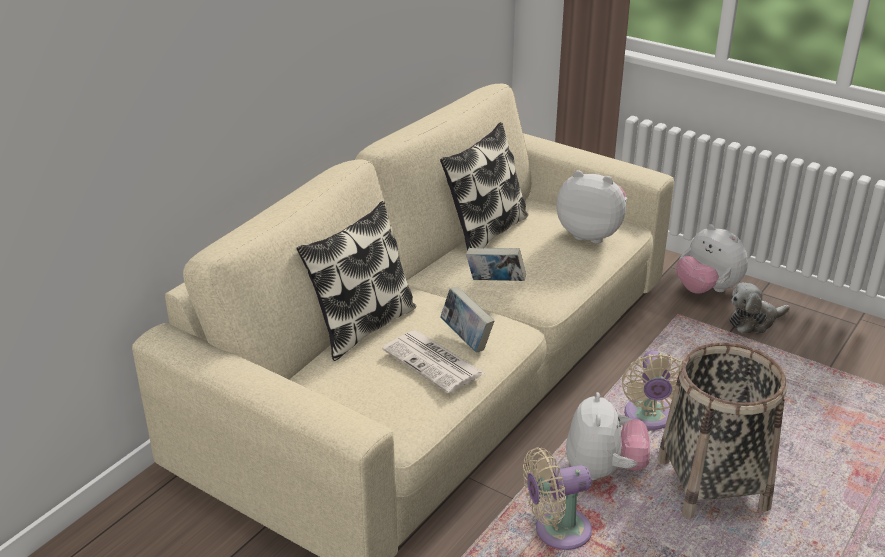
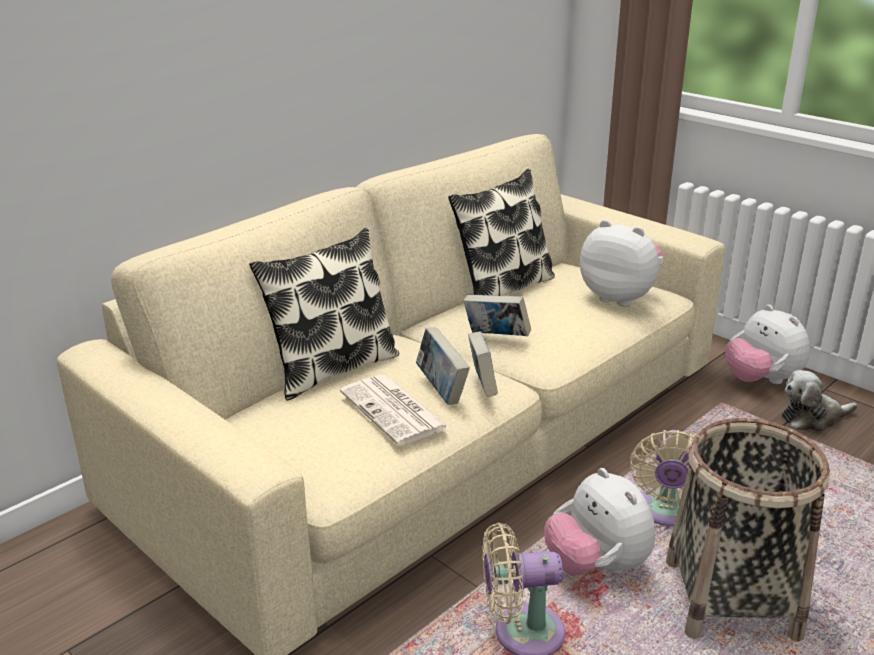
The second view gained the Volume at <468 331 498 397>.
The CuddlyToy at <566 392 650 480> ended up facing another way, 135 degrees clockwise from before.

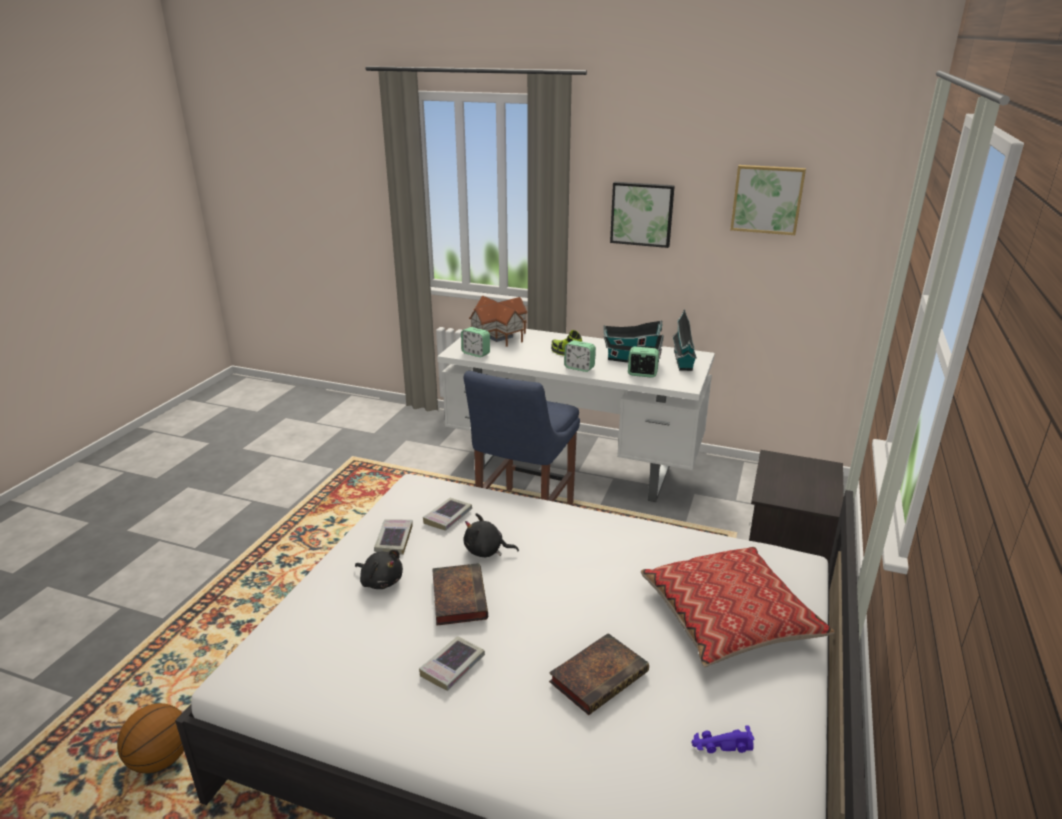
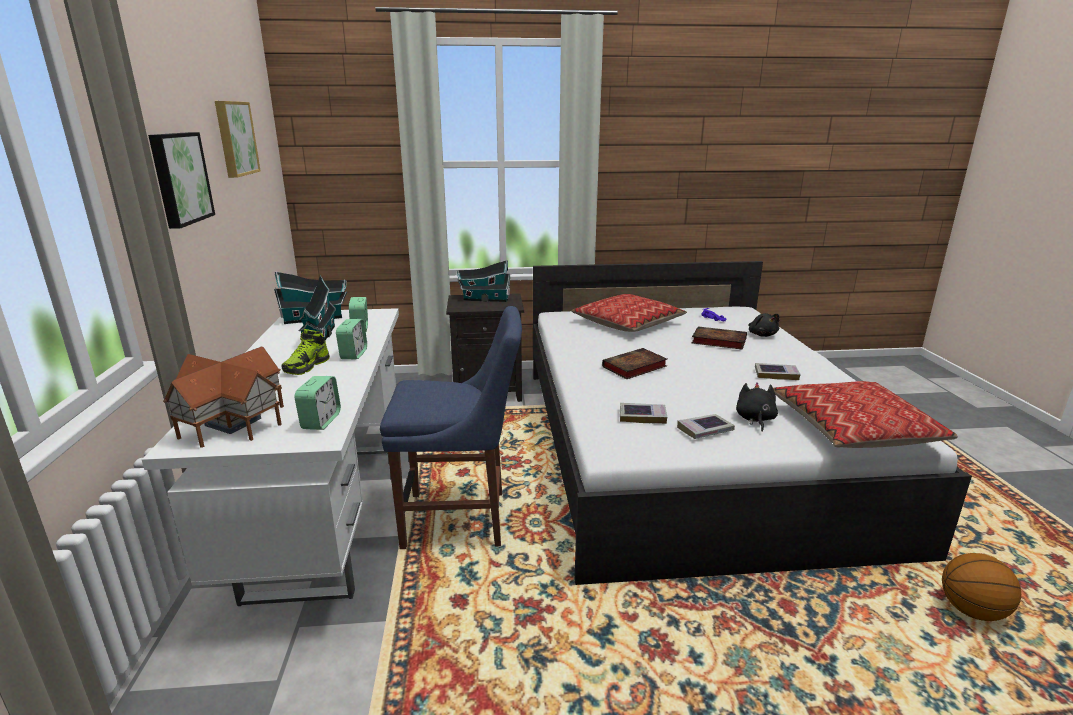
The second view gained the ToyHouse at <457 260 510 302>.
The Volume ended up elsewhere, having gone from <432 563 488 626> to <602 348 667 379>.
The BlackishCuddlyToy ended up elsewhere, having gone from <464 513 519 557> to <748 313 780 337>.
The second view gained the Pillow at <773 381 958 448>.

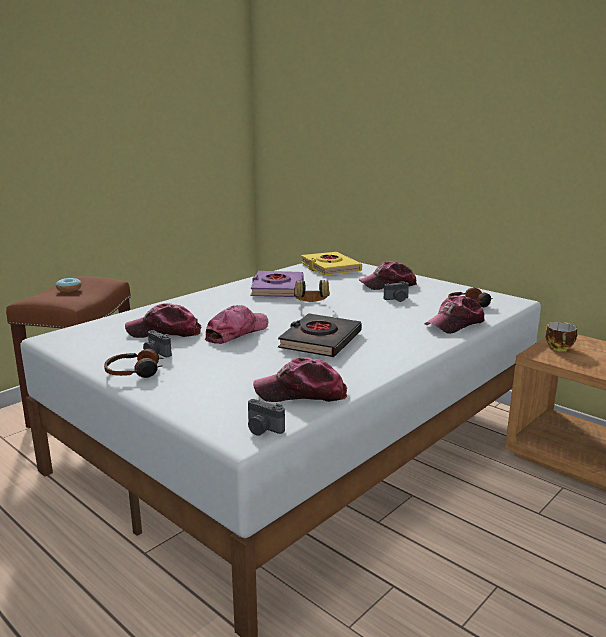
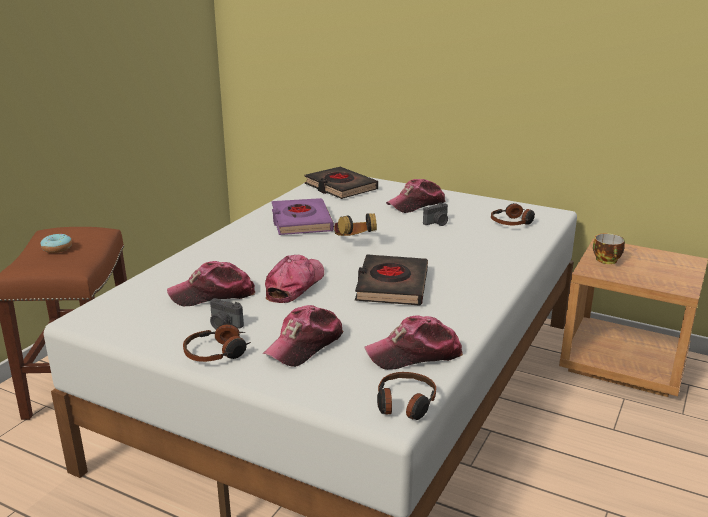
The Cap ended up elsewhere, having gone from <425 296 484 334> to <263 305 343 367>.
What was the YellowishVolume at <301 252 362 275> turned into the BlackishVolume at <304 167 378 199>.
Where the StillCamera stood at <248 399 285 436>, the Headset came to stand at <377 372 436 420>.

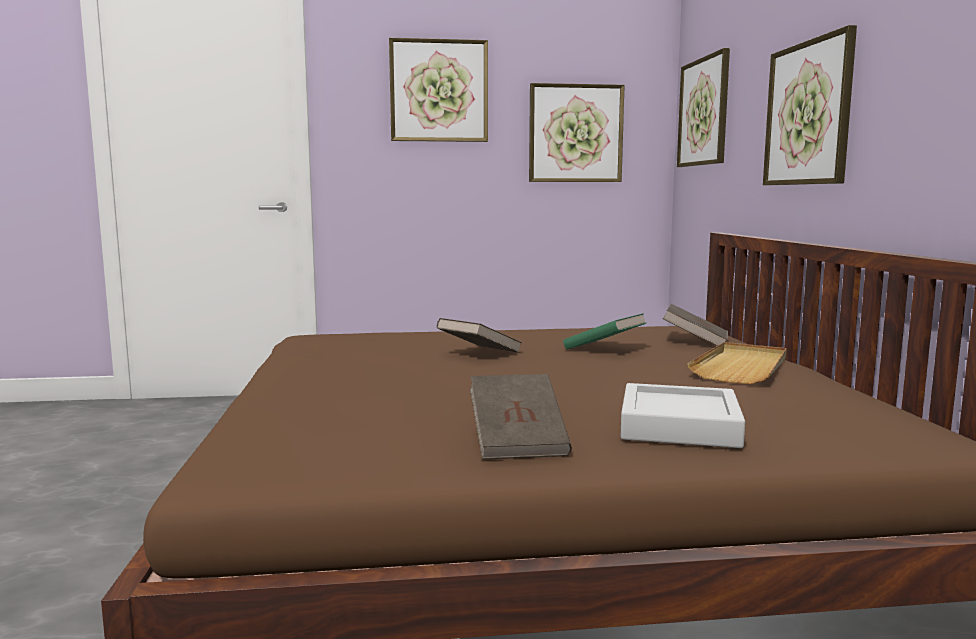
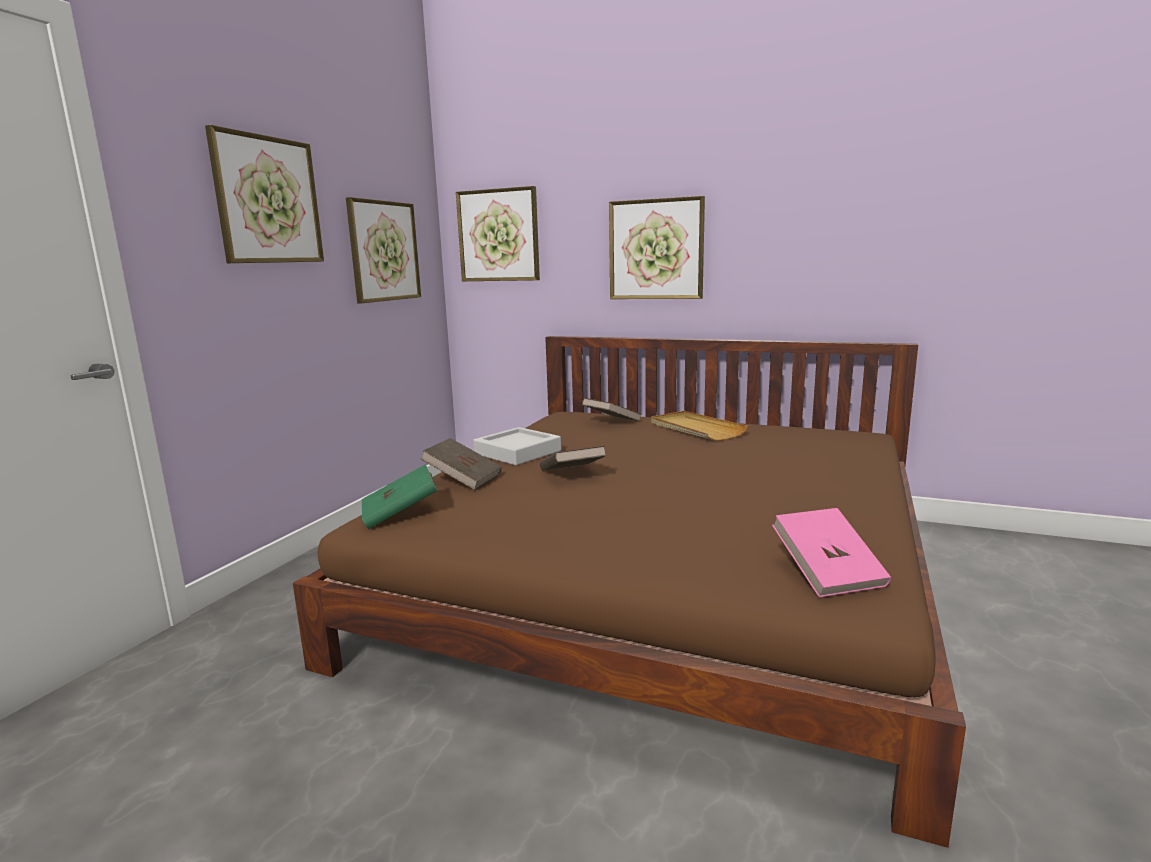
The GreenishVolume ended up elsewhere, having gone from <563 313 646 349> to <362 464 437 529>.
The BrownVolume ended up elsewhere, having gone from <470 374 572 460> to <421 438 502 490>.
The GreyCarryingTray ended up elsewhere, having gone from <621 383 745 448> to <473 427 561 465>.
The second view gained the PinkColouredVolume at <772 508 891 598>.

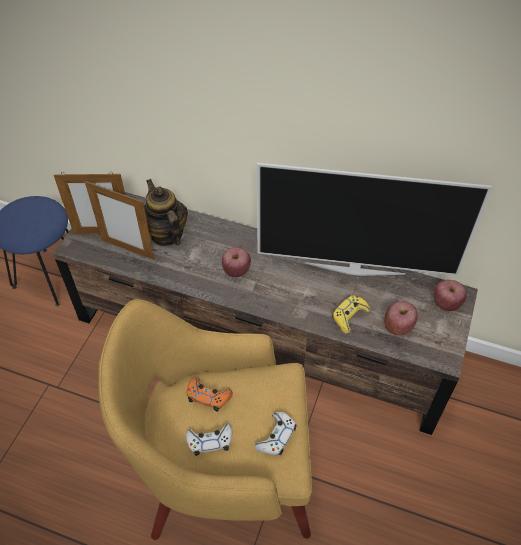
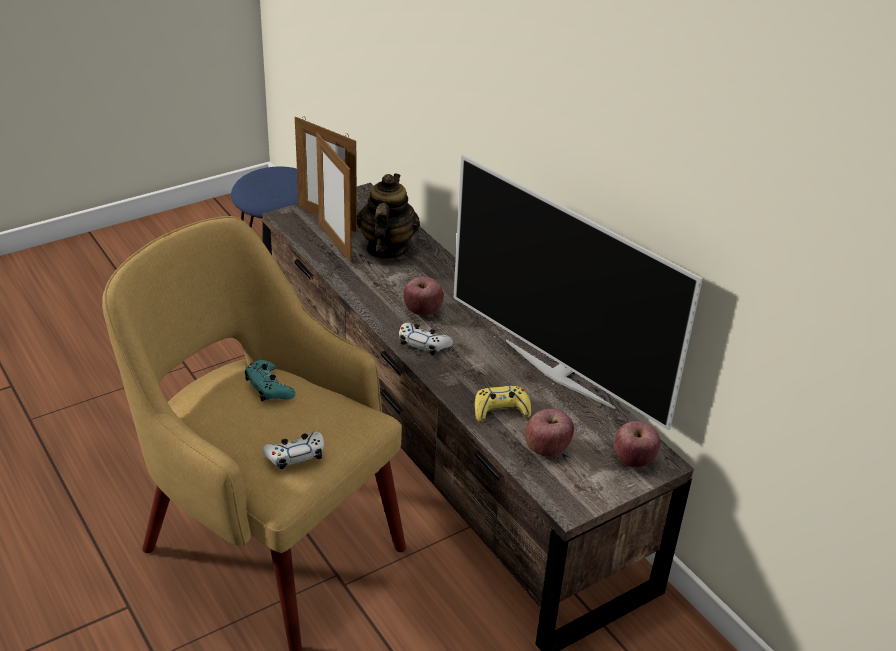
What was the OrangeColouredGamepad at <187 378 233 412> turned into the BlueGreenGamepad at <245 360 295 402>.
The WhitishGamepad ended up elsewhere, having gone from <186 423 232 456> to <399 323 453 355>.

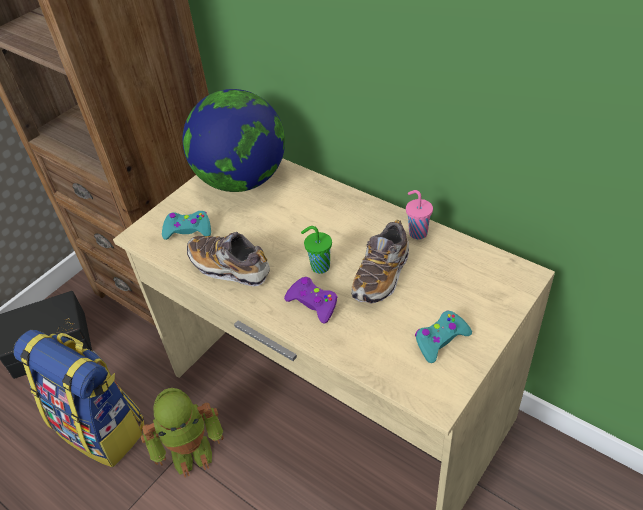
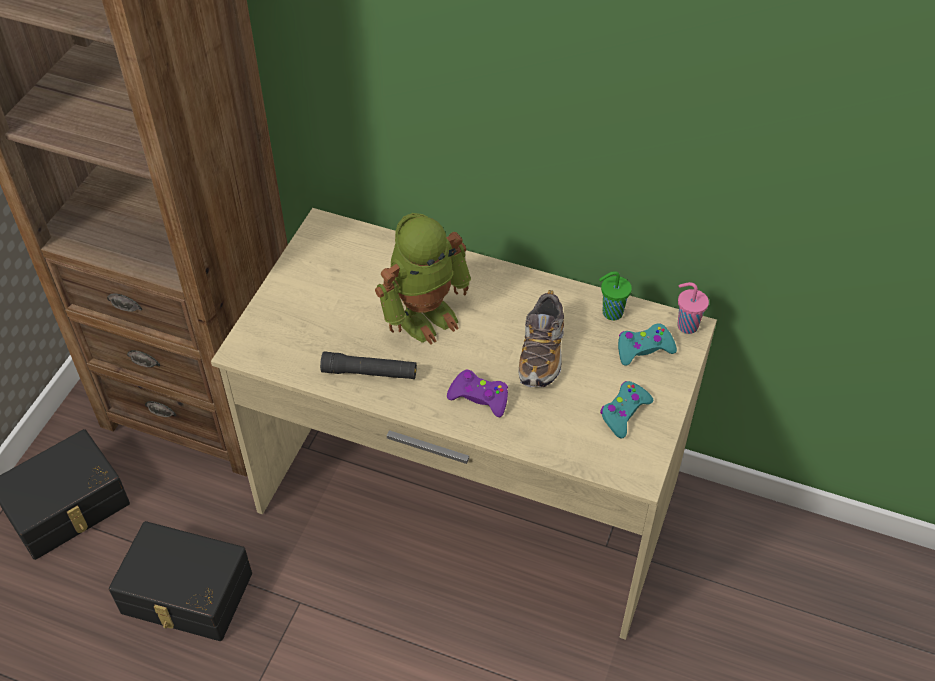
Where the Backpack stood at <13 330 144 467>, the BlackishStorageBox came to stand at <109 521 252 641>.
Where the LowShoe stood at <187 232 270 287>, the BlackishHandTorch came to stand at <320 351 417 379>.
The ToyRobot ended up elsewhere, having gone from <141 388 224 477> to <375 213 471 344>.
The GreenishCup ended up elsewhere, having gone from <301 226 332 274> to <599 271 632 320>.
The BlueGreenGamepad ended up elsewhere, having gone from <162 211 211 240> to <618 323 677 366>.
The PinkColouredCup ended up elsewhere, having gone from <406 190 433 240> to <678 282 709 334>.
The second view lost the DeskGlobe at <182 89 285 192>.

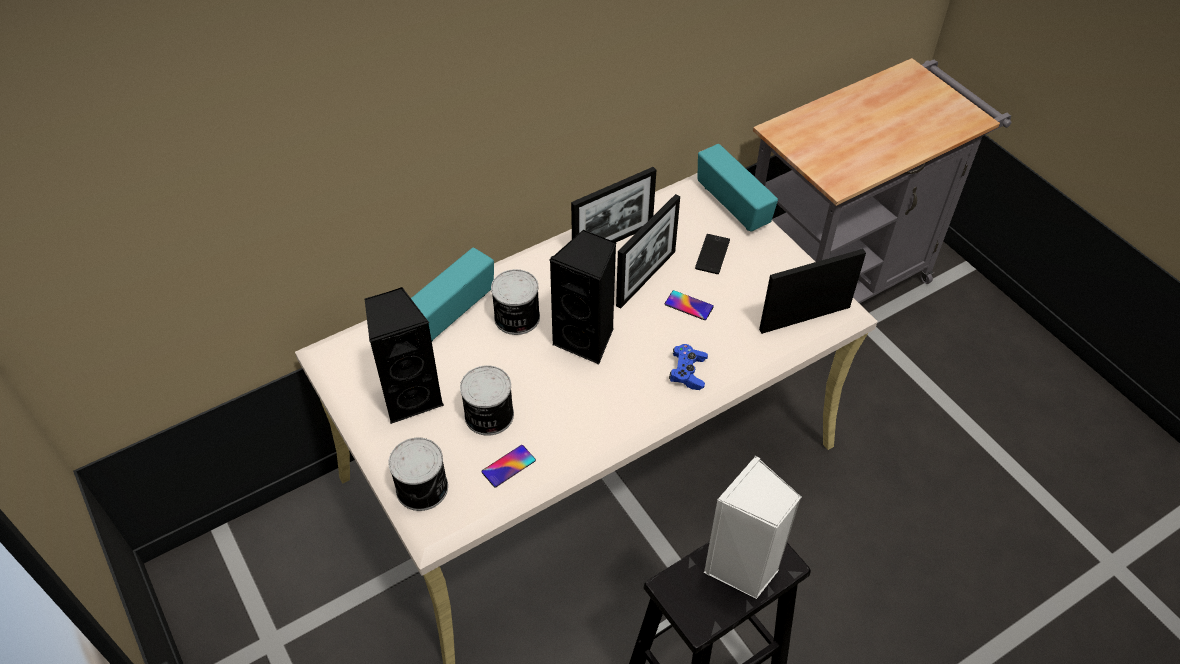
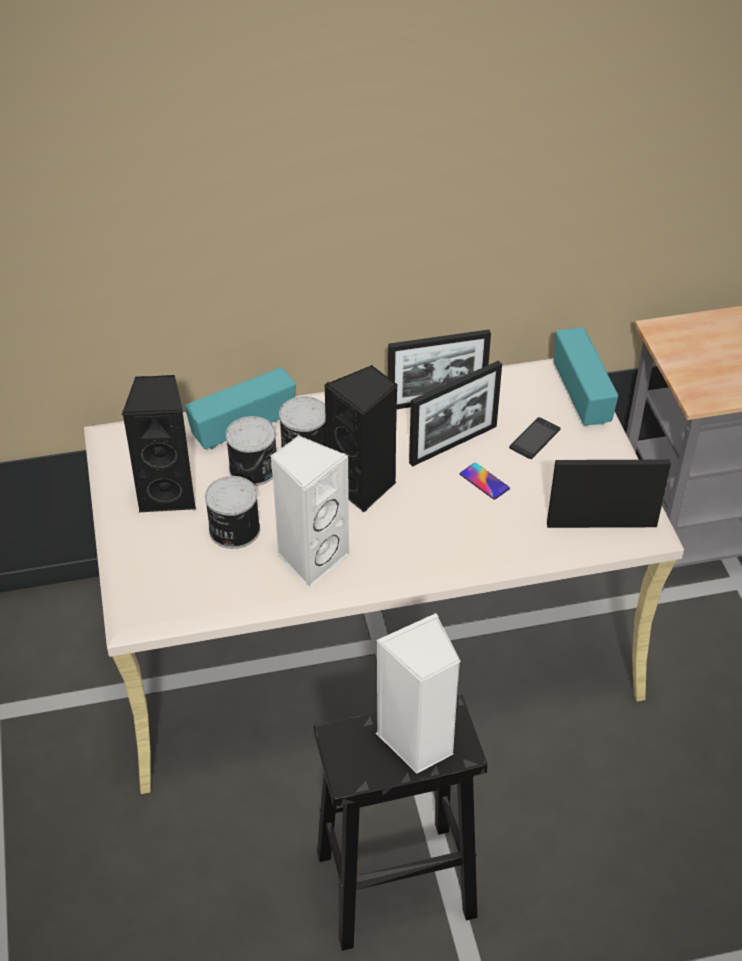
The MetalCan ended up elsewhere, having gone from <388 438 448 511> to <226 416 276 486>.
The second view gained the WhitishLoudspeaker at <270 434 350 587>.
The second view lost the Telephone at <481 445 536 487>.
The second view lost the BlueColouredGamepad at <669 344 708 390>.

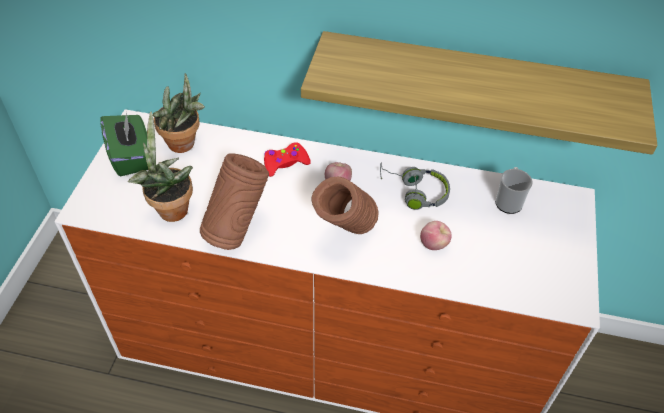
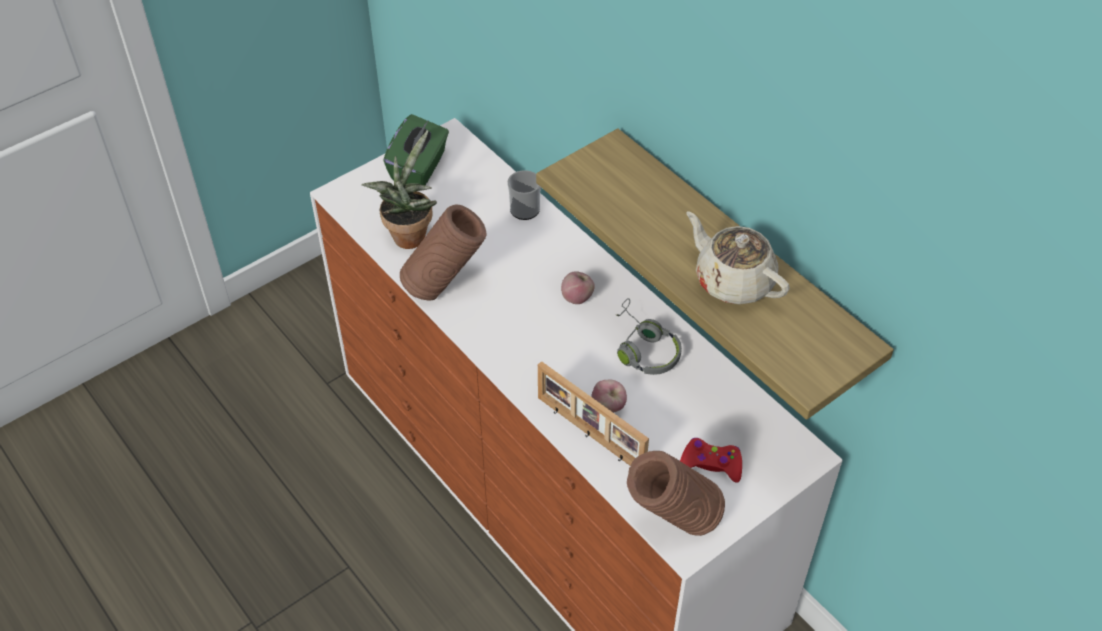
The TeaMug ended up elsewhere, having gone from <495 167 533 214> to <508 170 541 220>.
The second view gained the PictureFrame at <538 361 649 466>.
The BrownVase ended up elsewhere, having gone from <311 177 378 234> to <627 451 725 536>.
The RedColouredGamepad ended up elsewhere, having gone from <264 142 311 177> to <680 438 742 483>.
The second view gained the SandColouredTeaPot at <687 212 790 304>.
The second view lost the PlantInAPot at <153 73 205 153>.

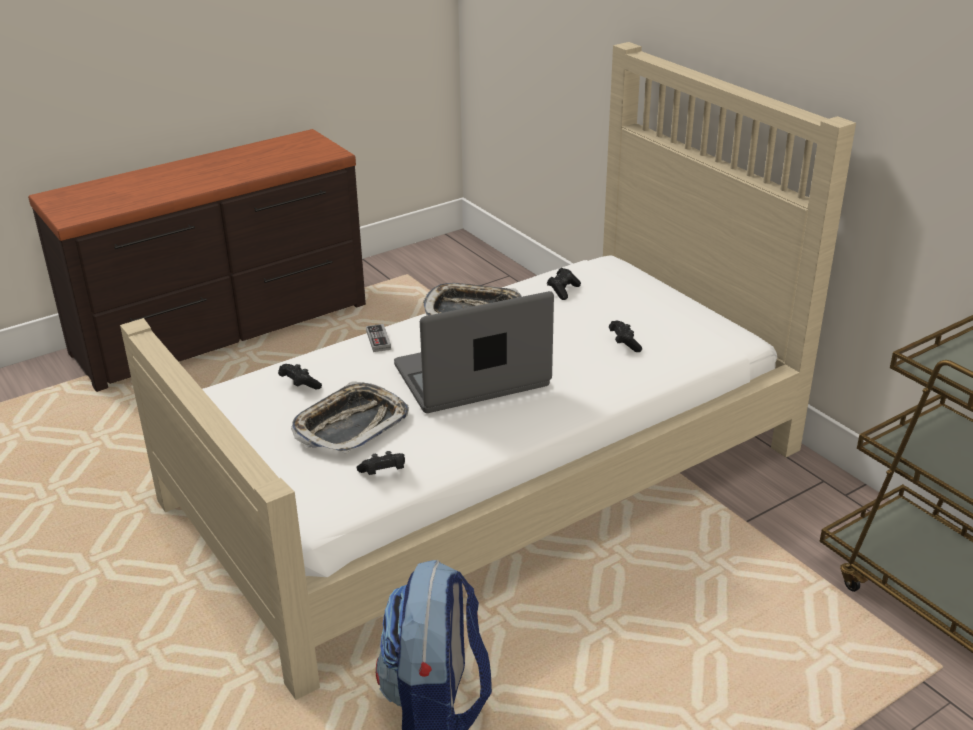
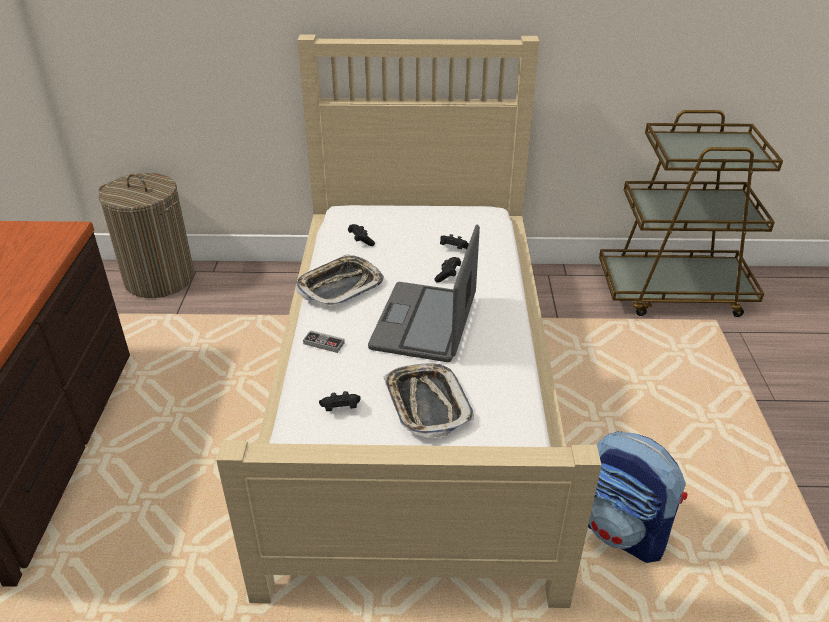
The second view gained the WashingBasket at <98 173 194 298>.
The BlackishGamepad ended up elsewhere, having gone from <357 451 405 475> to <434 257 461 283>.

